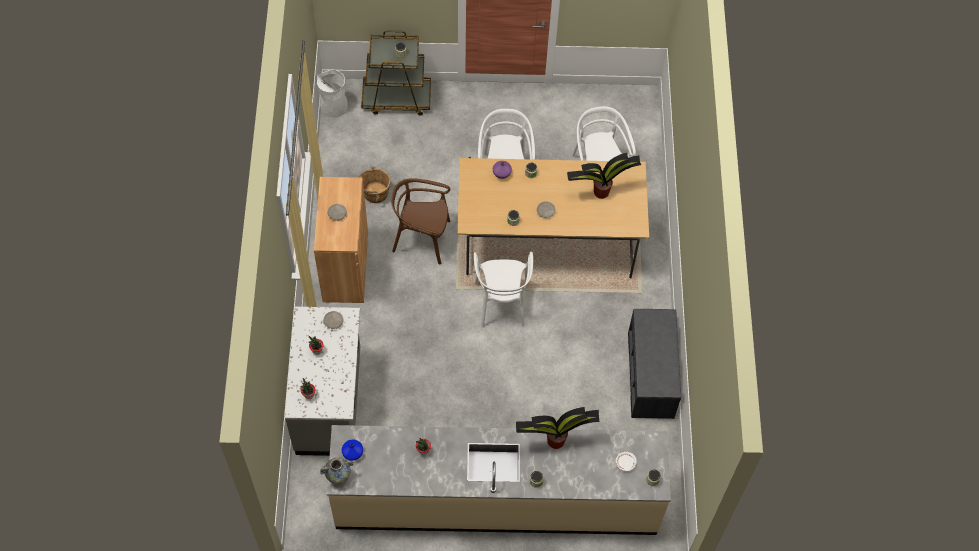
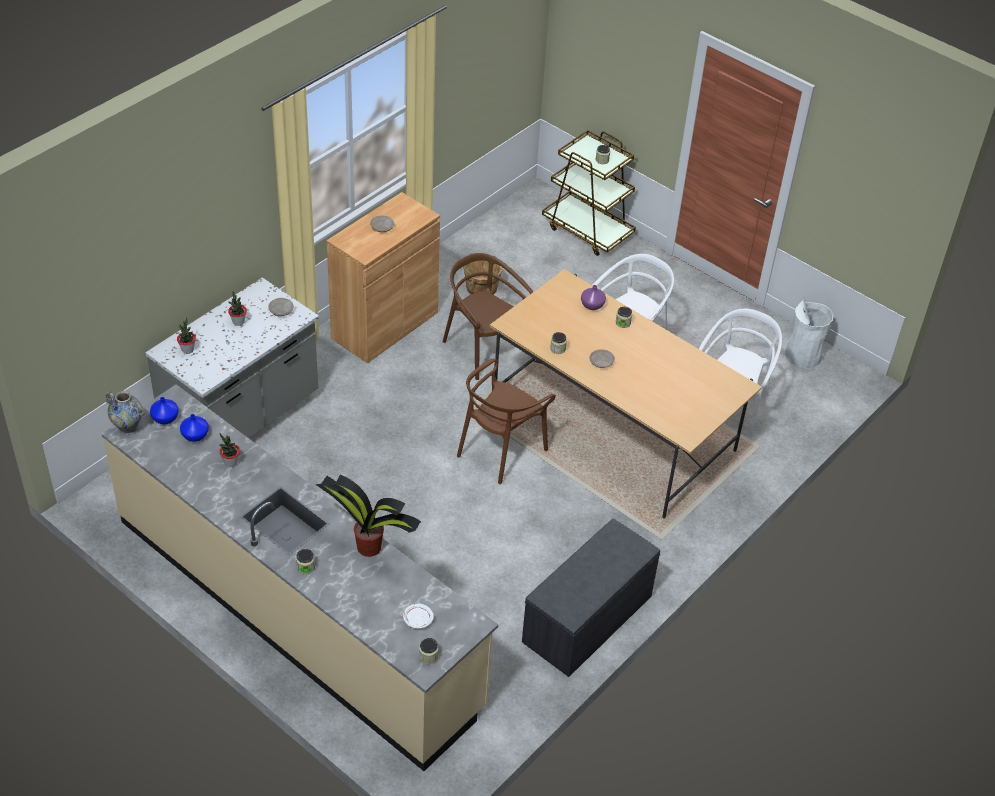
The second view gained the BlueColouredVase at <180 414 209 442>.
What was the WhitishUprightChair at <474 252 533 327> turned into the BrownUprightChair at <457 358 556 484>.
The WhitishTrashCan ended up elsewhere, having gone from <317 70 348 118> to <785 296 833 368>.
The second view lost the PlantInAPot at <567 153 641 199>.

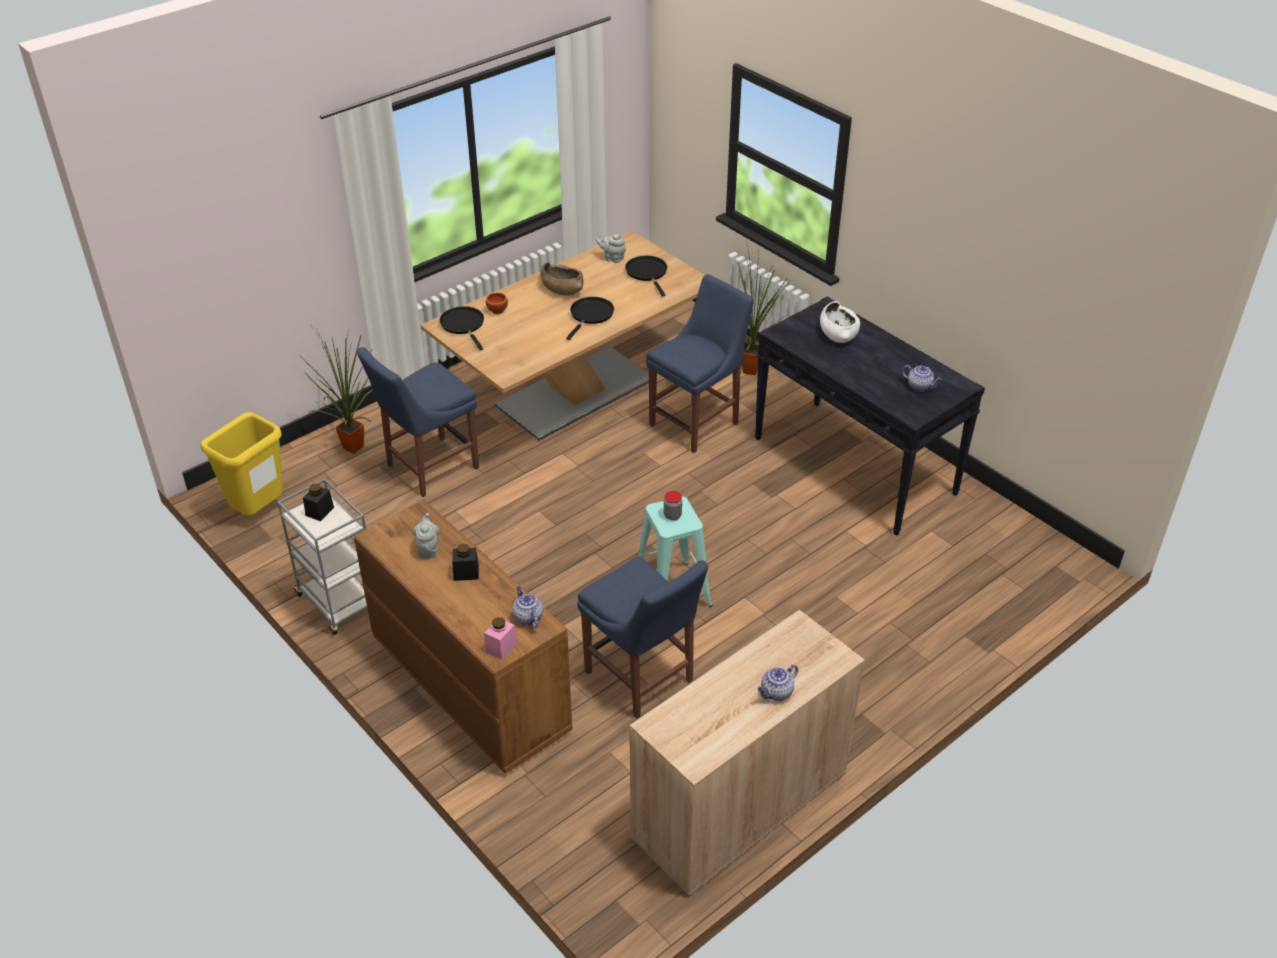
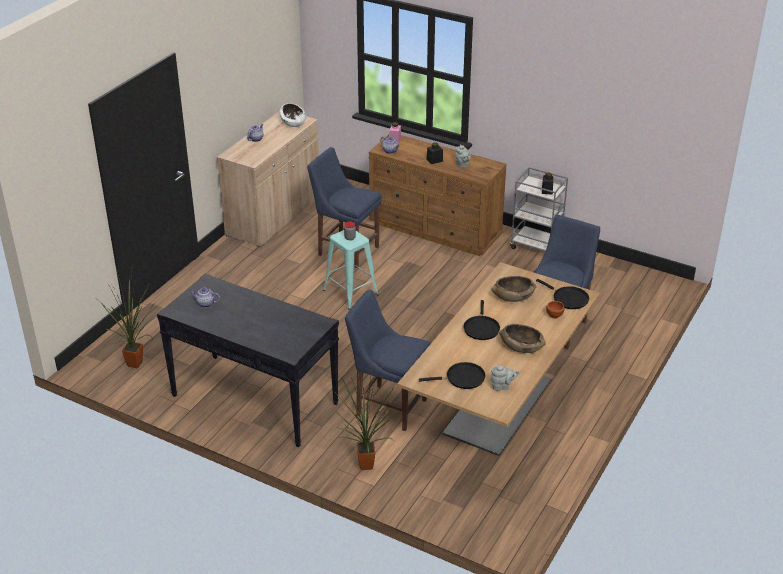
The PlantInAPot ended up elsewhere, having gone from <299 329 373 454> to <99 265 154 368>.
The WhitishServingBowl ended up elsewhere, having gone from <820 301 860 343> to <280 103 306 127>.
The BlueColouredUprightChair at <646 274 754 453> ended up facing another way, 90 degrees clockwise from before.
The BlackishPan at <625 256 667 297> ended up facing another way, 60 degrees counterclockwise from before.
The second view gained the BrownServingBowl at <491 276 537 302>.
The second view lost the YellowishTrashCan at <200 412 283 515>.

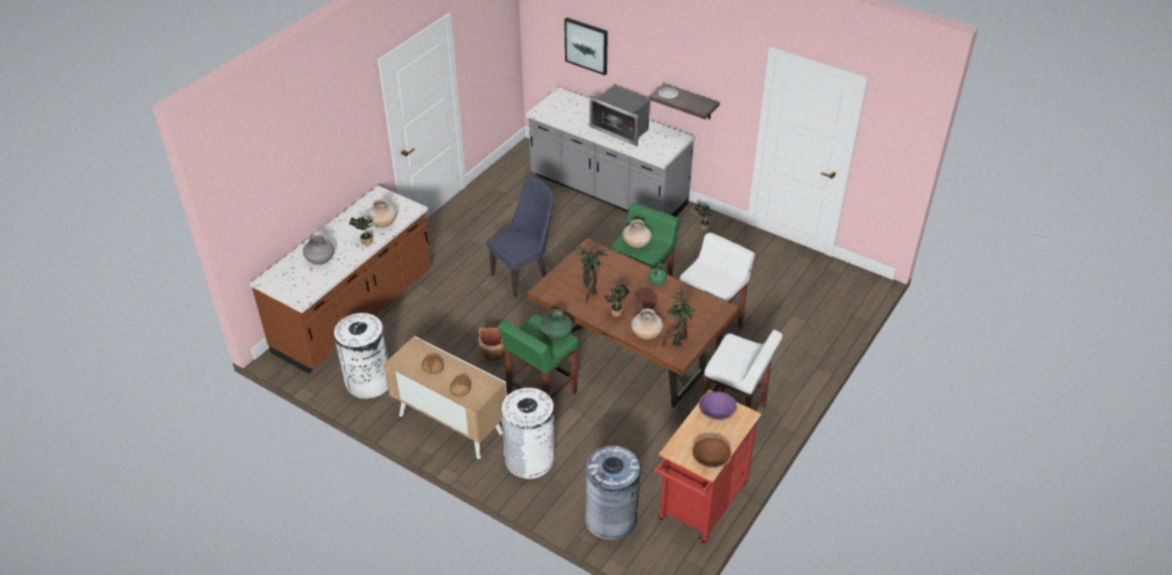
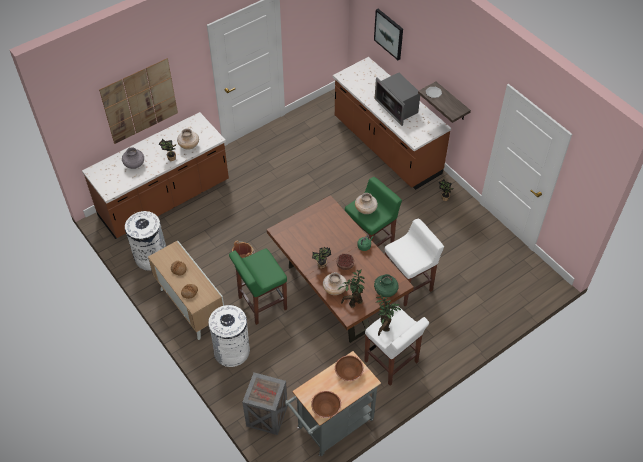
The second view gained the WallPicture at <99 58 178 144>.
Where the GreyTrashCan stood at <585 446 641 540>, the PackingCrate came to stand at <242 372 288 435>.
What was the RedColouredTrolley at <654 389 761 544> turned into the GreyTrolley at <285 351 381 456>.
What was the GreyKitchenCounter at <526 87 695 217> turned into the BrownKitchenCounter at <333 57 451 190>.
What was the PurpleColouredServingBowl at <699 392 737 420> turned into the BrownServingBowl at <335 355 364 381>.
The GreenishVase ended up elsewhere, having gone from <541 309 573 340> to <374 274 399 297>.
The PlantInAPot ended up elsewhere, having gone from <573 245 608 301> to <376 294 401 336>.
The second view lost the BlueColouredUprightChair at <486 176 554 297>.

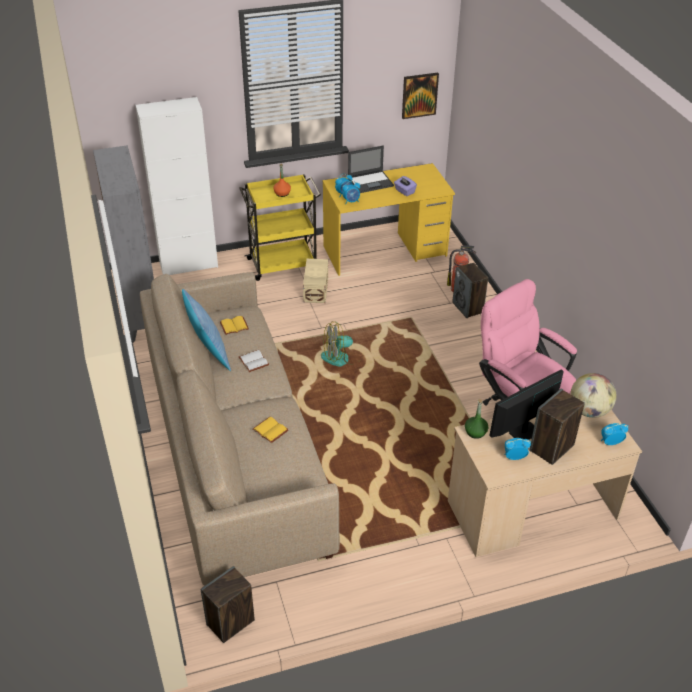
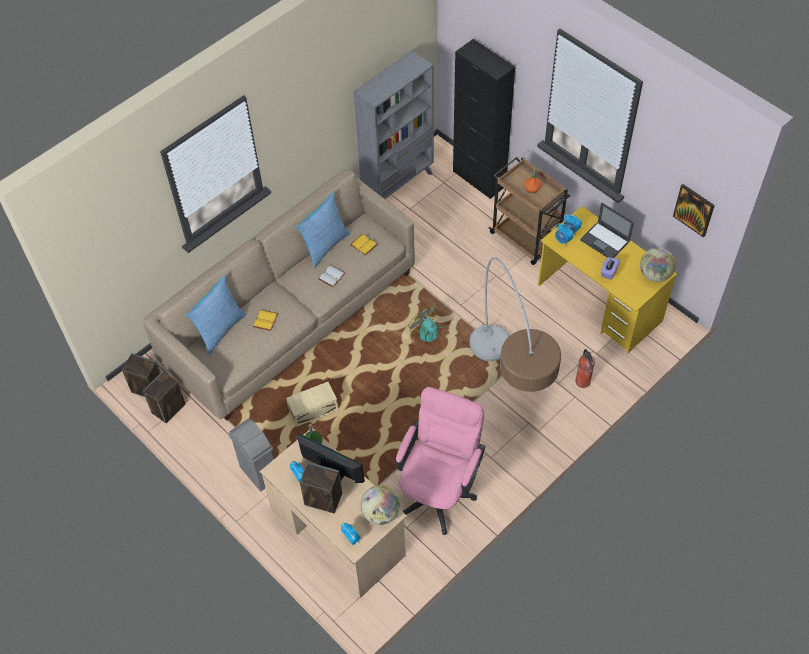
The Loudspeaker ended up elsewhere, having gone from <452 263 488 318> to <143 371 185 424>.
The second view gained the Pillow at <185 275 247 355>.
The second view gained the GreyTrashCan at <228 419 274 491>.
The SandColouredStorageBox ended up elsewhere, having gone from <303 259 328 303> to <286 382 338 427>.
What was the WhitishCabinet at <136 97 218 275> turned into the BlackishCabinet at <453 39 515 199>.
The second view gained the StandardLamp at <469 257 561 392>.
What was the YellowishTrolley at <239 174 321 281> turned into the BrownTrolley at <489 157 570 265>.
The second view gained the DeskGlobe at <640 248 675 282>.

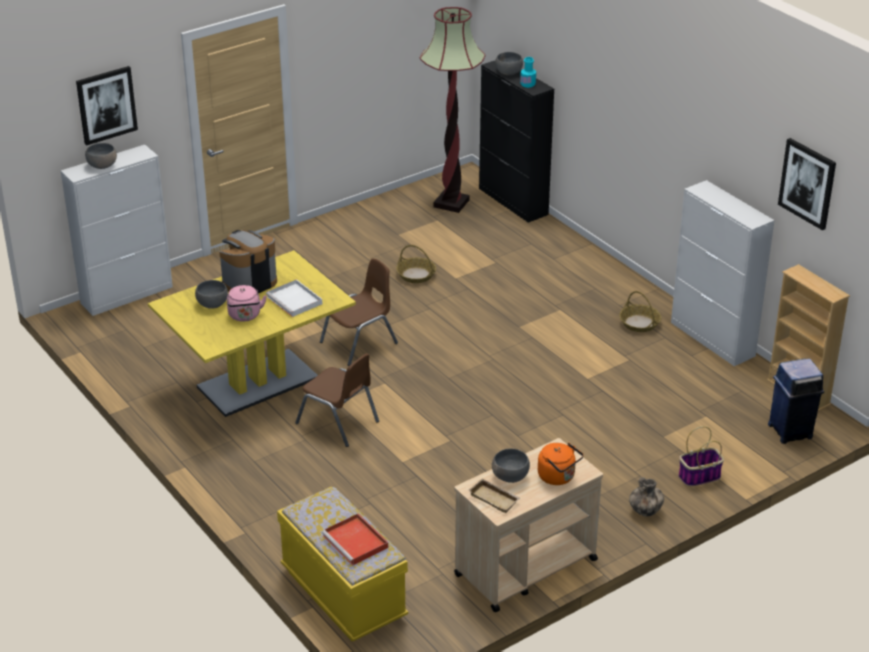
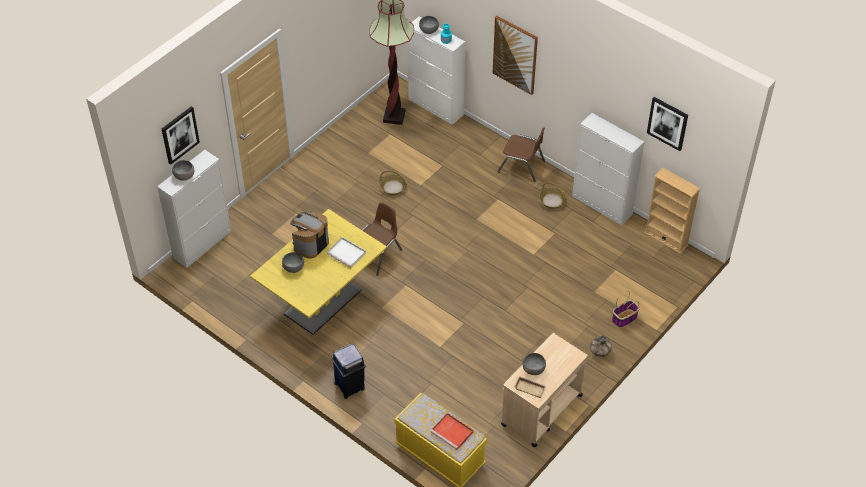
The BlueColouredTrashCan ended up elsewhere, having gone from <768 358 824 444> to <331 344 366 399>.
What was the BlackishCabinet at <479 60 554 223> turned into the WhitishCabinet at <407 16 465 125>.
The second view gained the WallPicture at <493 16 538 95>.
The BrownUprightChair ended up elsewhere, having gone from <295 353 379 447> to <497 128 545 182>.
The second view lost the PinkColouredTeaKettle at <227 285 267 322>.
The second view lost the OrangeColouredTeaKettle at <538 443 583 485>.

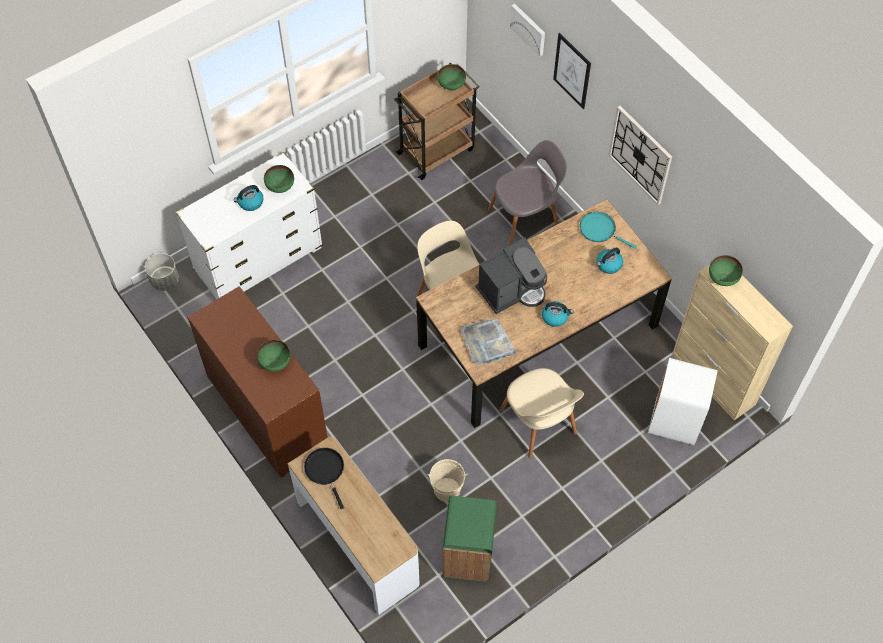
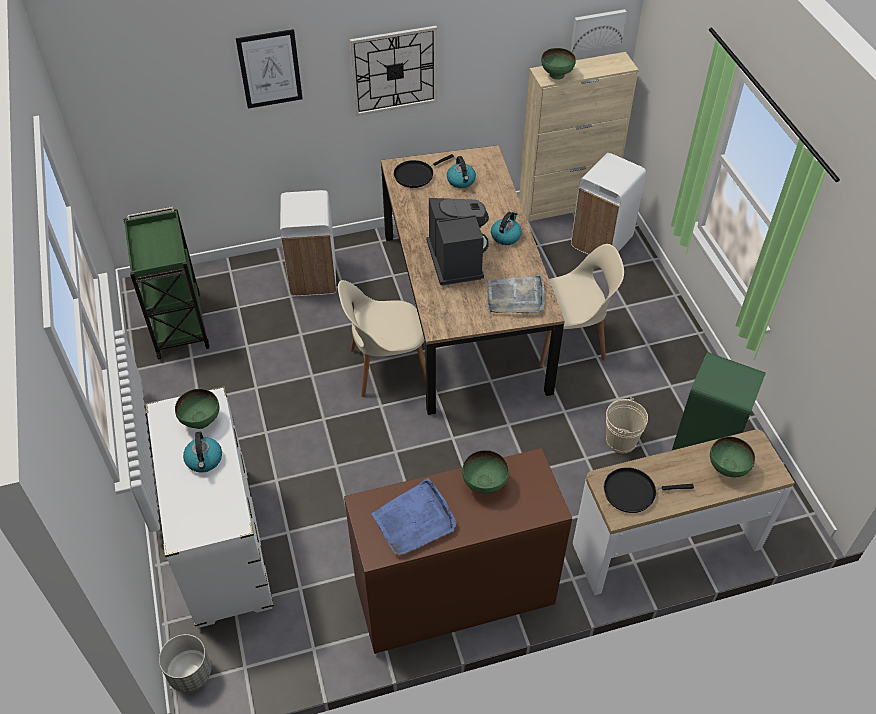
What was the BrownTrolley at <394 63 480 180> turned into the GreenishTrolley at <123 207 210 359>.
Where the GreyUprightChair stood at <488 140 567 246>, the WhitishTrashCan came to stand at <280 190 336 296>.
The second view gained the BlueColouredCarryingTray at <372 478 457 555>.
What was the BlueGreenPan at <580 212 637 249> turned into the BlackishPan at <394 154 454 188>.
The WallPicture ended up elsewhere, having gone from <510 4 545 57> to <571 9 627 52>.
The GreenishServingBowl ended up elsewhere, having gone from <438 64 466 91> to <710 437 755 477>.

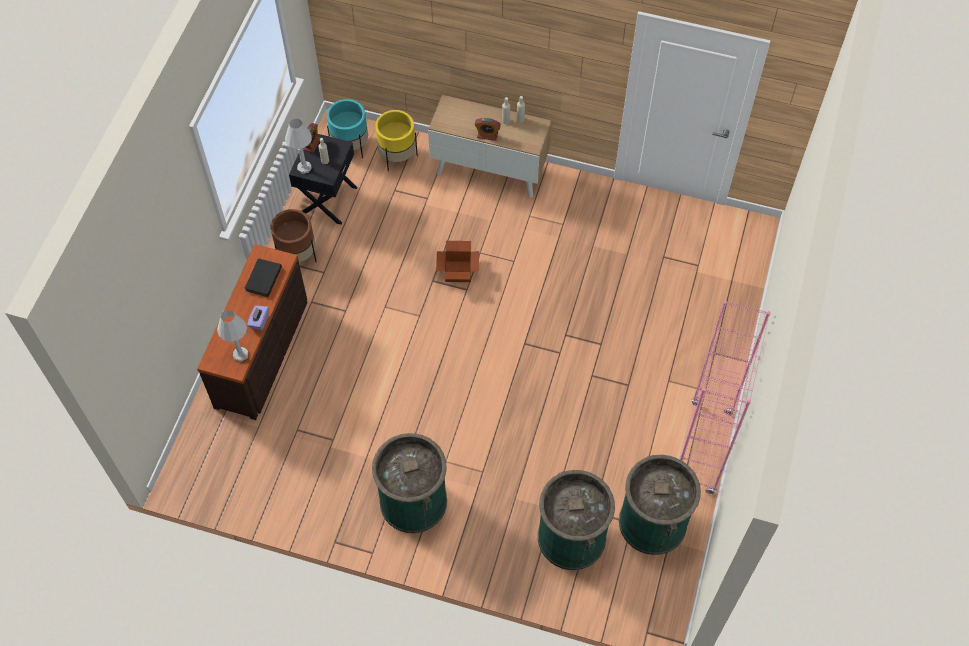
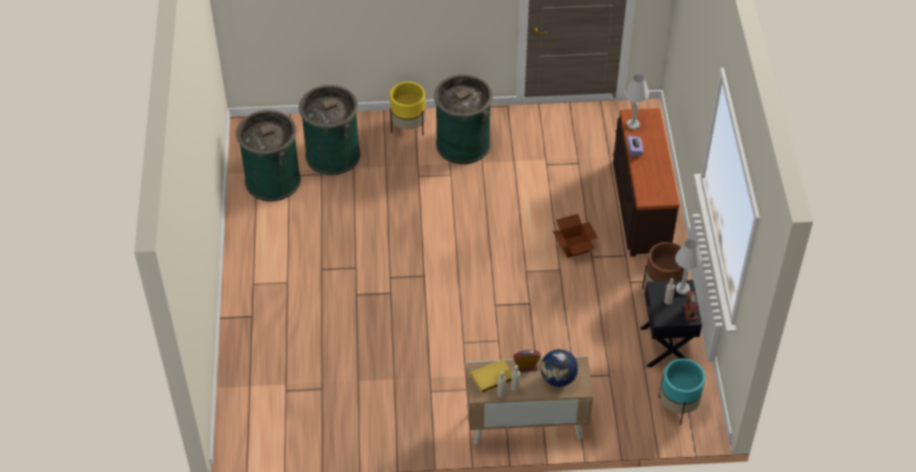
The YellowishPlanter ended up elsewhere, having gone from <375 110 418 171> to <390 81 426 135>.
The second view gained the YellowishVolume at <470 359 512 393>.
The second view gained the DeskGlobe at <541 349 578 387>.
The Carton ended up elsewhere, having gone from <436 241 479 282> to <553 214 598 258>.
The second view lost the BlackishVolume at <245 258 282 297>.
The second view lost the PinkColouredBookshelf at <679 300 770 495>.

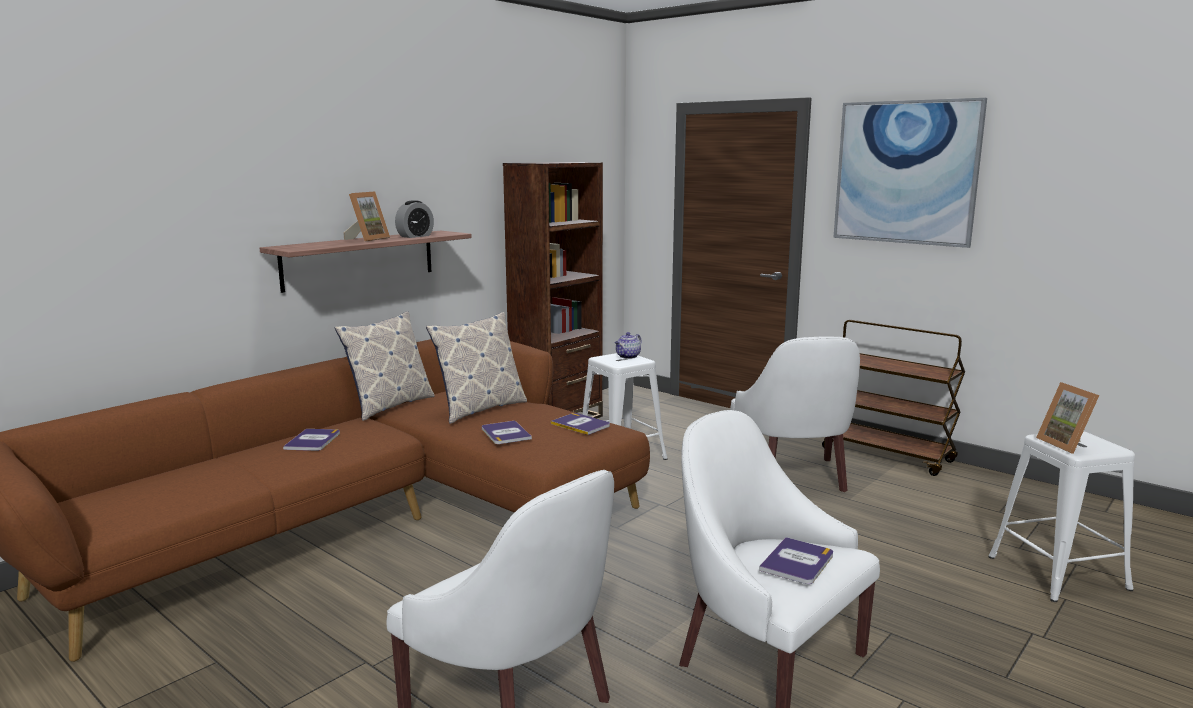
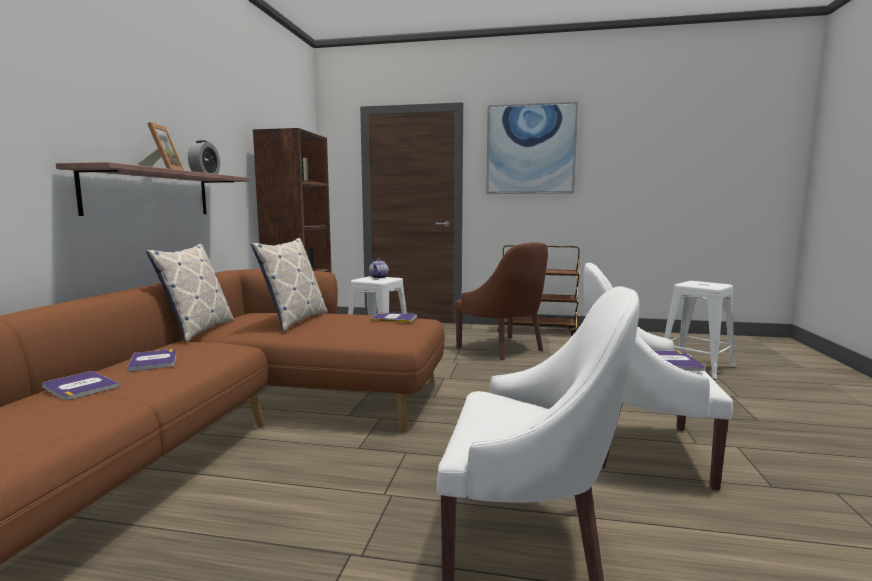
The Volume ended up elsewhere, having gone from <482 420 532 444> to <42 371 119 400>.
What was the WhitishLoungeChair at <730 337 860 492> turned into the BrownLoungeChair at <454 243 548 360>.
The second view lost the PictureFrame at <1036 382 1099 454>.

